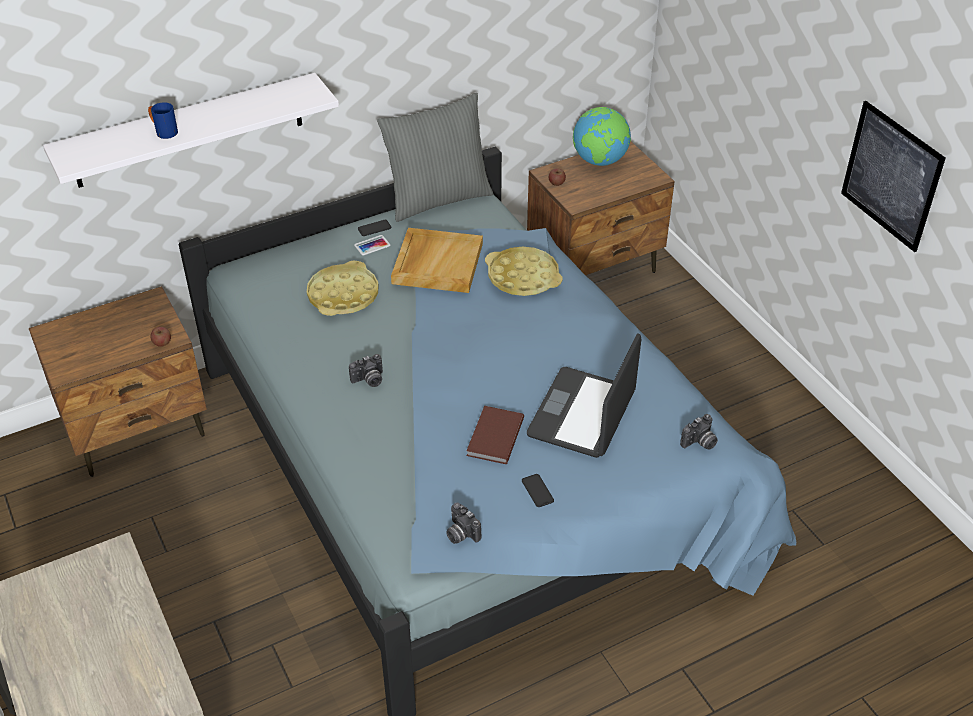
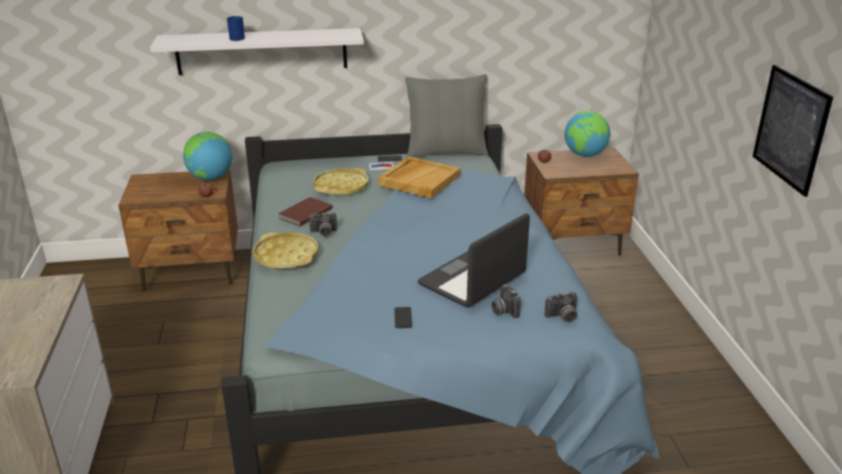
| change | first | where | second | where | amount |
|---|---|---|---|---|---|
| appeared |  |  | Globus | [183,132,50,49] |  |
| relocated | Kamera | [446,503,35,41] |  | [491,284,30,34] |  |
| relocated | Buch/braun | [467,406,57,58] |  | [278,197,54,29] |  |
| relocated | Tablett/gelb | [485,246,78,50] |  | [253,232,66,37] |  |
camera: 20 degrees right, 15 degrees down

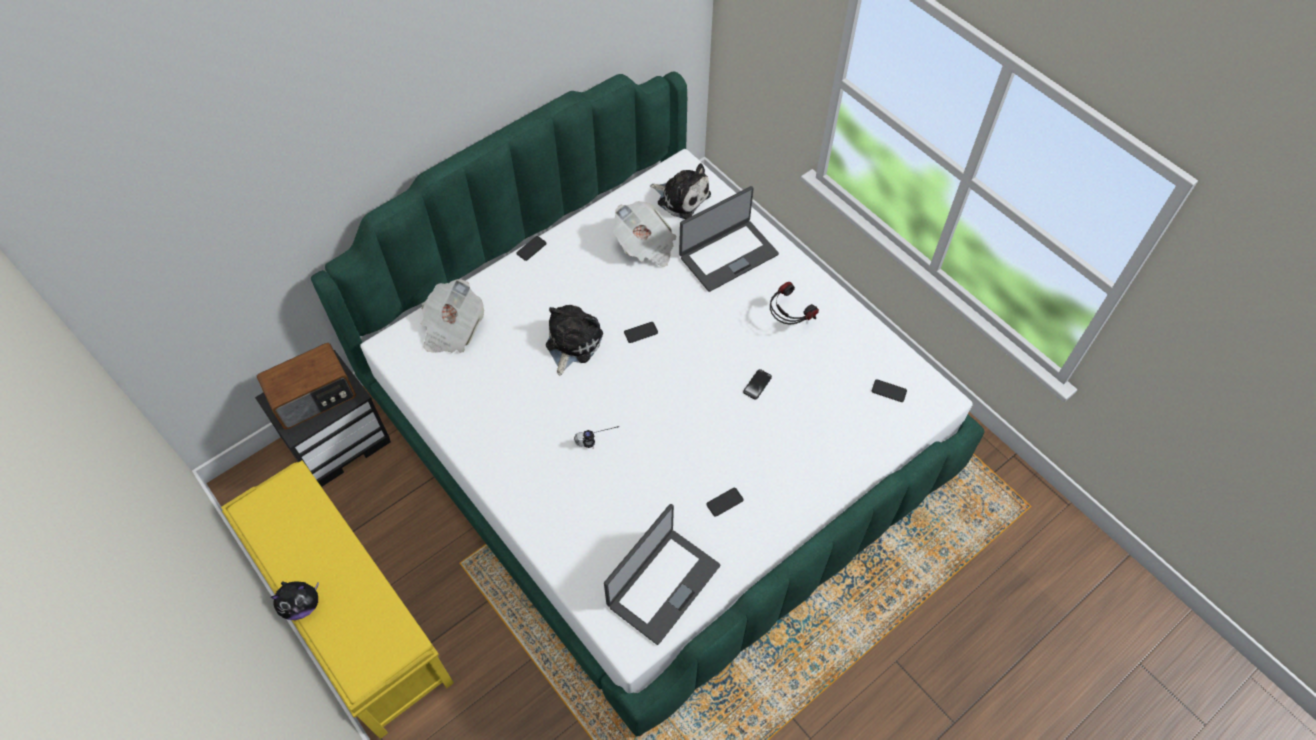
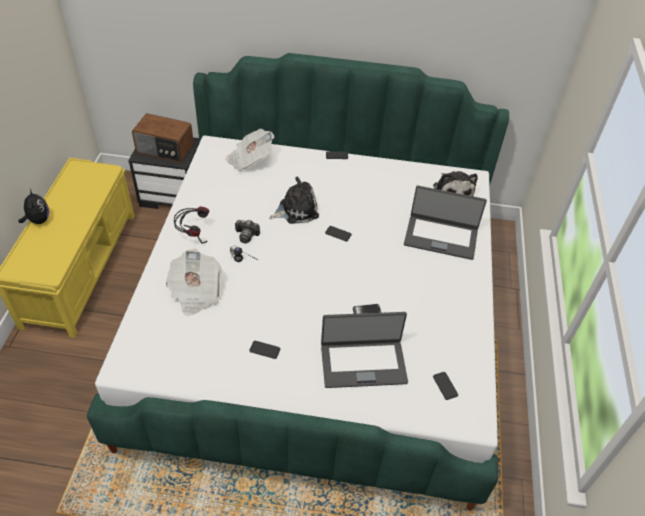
| change | first | where | second | where | amount |
|---|---|---|---|---|---|
| appeared |  |  | Kamera | [235,220,25,24] |  |
| relocated | Laptop | [604,504,116,141] |  | [321,312,87,76] |  |
| relocated | Zeitung | [613,201,63,66] |  | [166,249,56,67] |  |
| relocated | Kopfhörer | [770,282,49,43] |  | [174,207,35,37] |  |
| spun | Plüschtier | [271,581,48,39] |  | [19,188,30,36] | 135 degrees counterclockwise |
camera: 45 degrees right, 10 degrees down

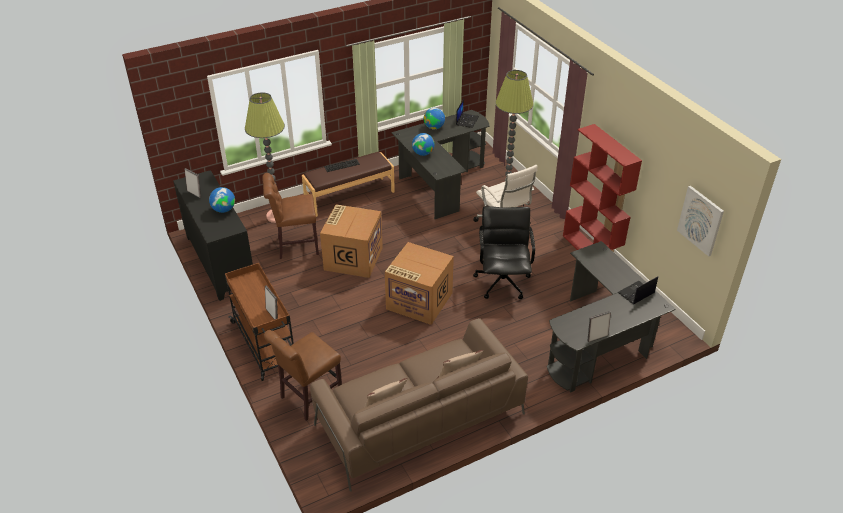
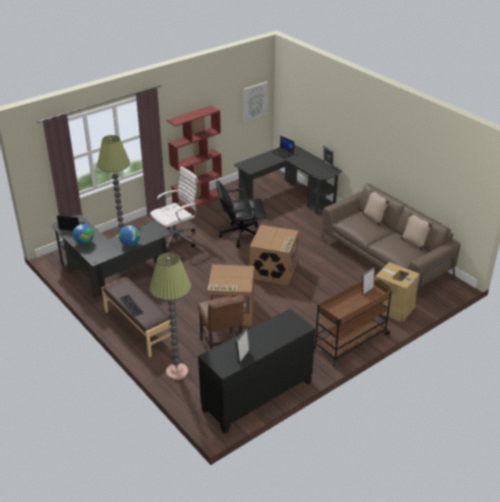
| change | first | where | second | where | amount |
|---|---|---|---|---|---|
| missing | Globus | [209,187,26,26] |  |  |  |
| exchanged | Stuhl/braun | [264,330,78,91] | Karton | [375,262,45,60] |  |
camera: 100 degrees left, 5 degrees down

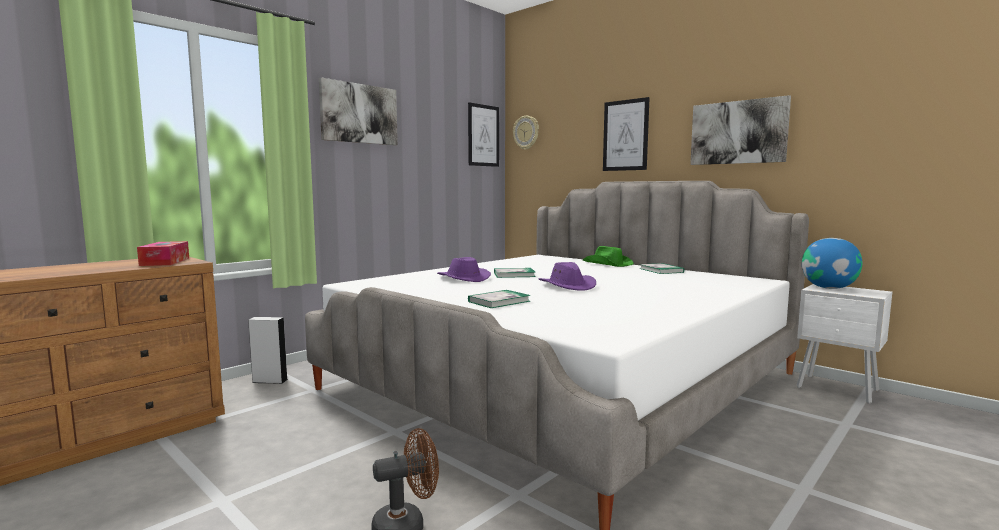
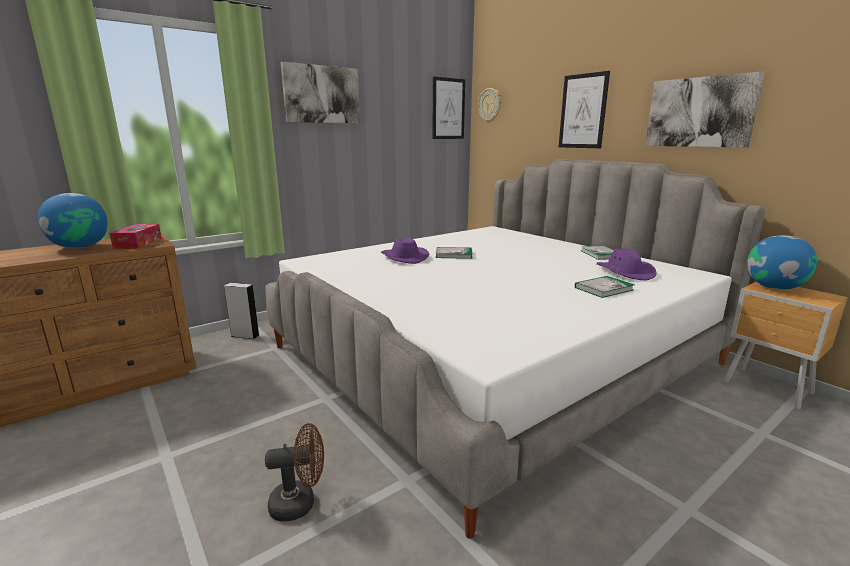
| change | first | where | second | where | amount |
|---|---|---|---|---|---|
| missing | Hut/grün | [583,246,51,21] |  |  |  |
| appeared |  |  | Globus | [38,193,70,55] |  |
| relocated | Buch | [468,290,63,18] |  | [575,276,60,22] |  |
| relocated | Hut/lila | [539,262,57,29] |  | [596,248,61,32] |  |
| colour | Nachttisch/weiß | [796,284,96,120] | Nachttisch/braun | [724,282,124,128] |  |
camera: 10 degrees right, 10 degrees up

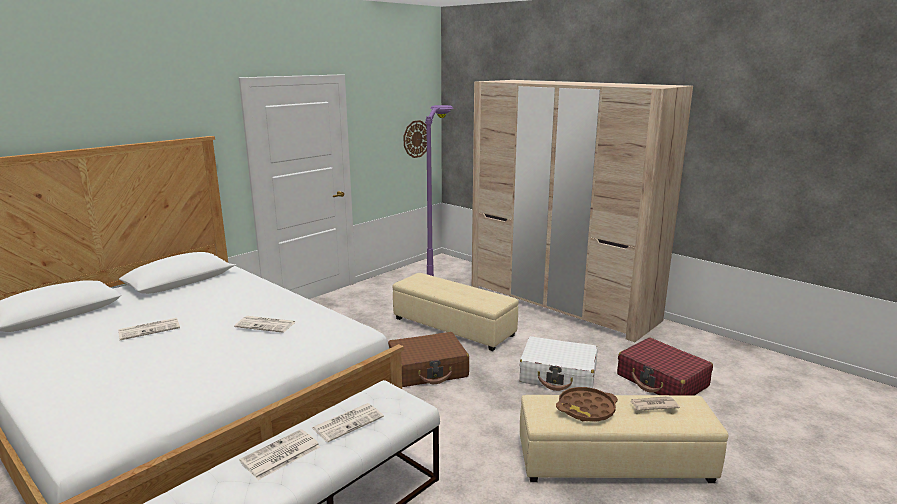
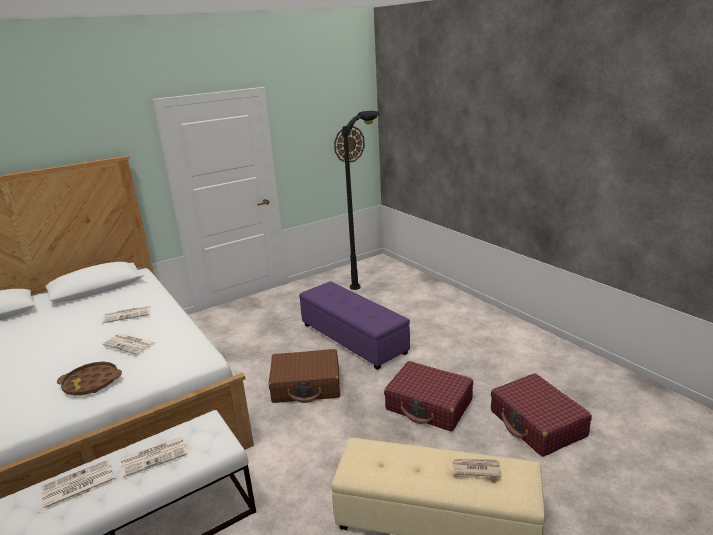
| change | first | where | second | where | amount |
|---|---|---|---|---|---|
| missing | Kleiderschrank/beige | [472,80,221,262] |  |  |  |
| relocated | Zeitung | [118,318,62,22] |  | [102,305,49,18] |  |
| relocated | Tablett/braun | [556,387,62,35] |  | [57,361,65,35] |  |
| colour | Polsterhocker/beige | [393,273,126,78] | Polsterhocker/lila | [299,281,111,89] |  |
| colour | Stehlampe/lila | [425,105,28,171] | Stehlampe/schwarz | [342,111,38,179] |  |
| colour | Koffer/weiß | [519,336,79,55] | Koffer/rot | [384,361,89,70] |  |
camera: 15 degrees right, 5 degrees up

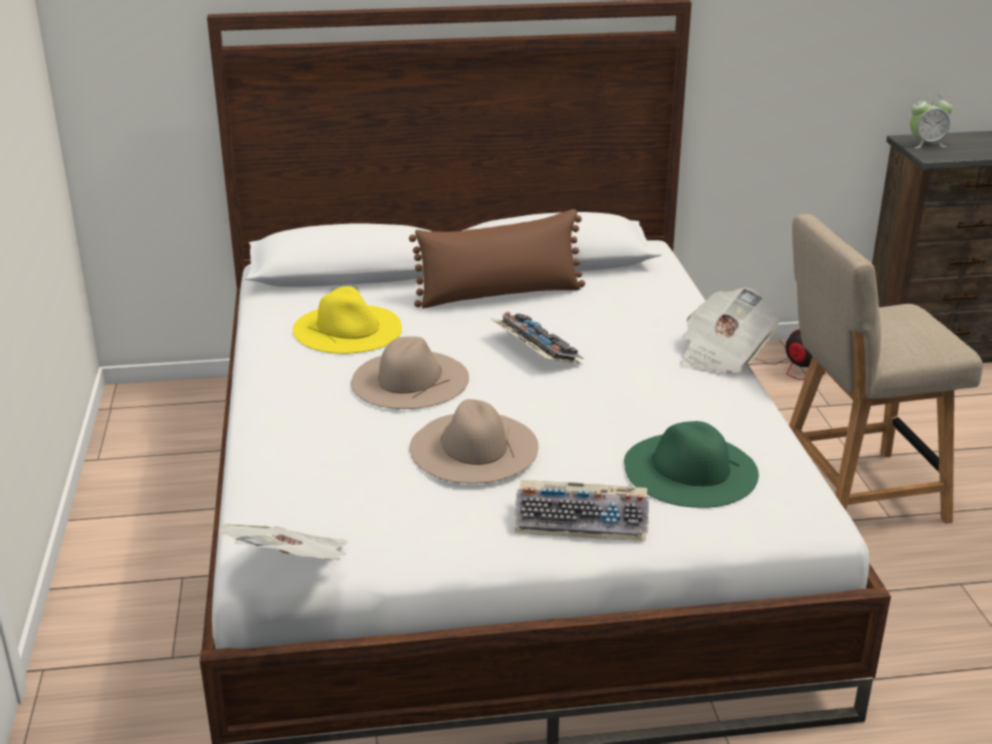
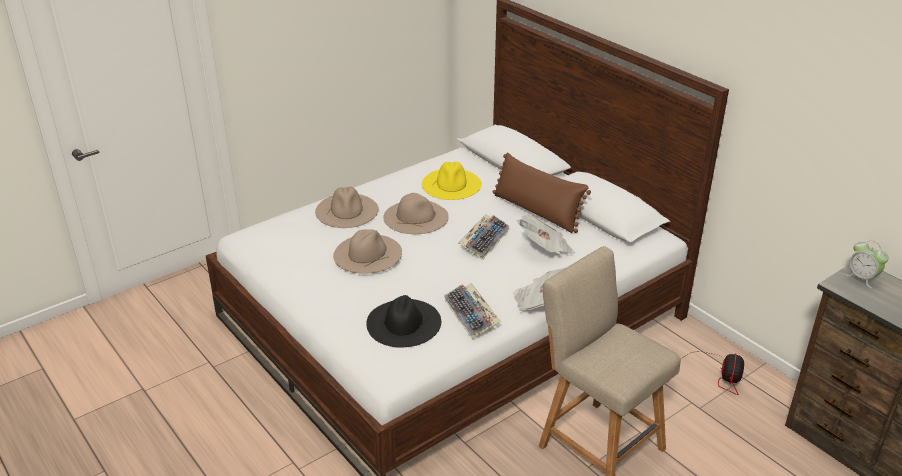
| change | first | where | second | where | amount |
|---|---|---|---|---|---|
| appeared |  |  | Hut/beige | [315,186,64,42] |  |
| relocated | Zeitung | [218,524,130,36] |  | [517,216,58,38] |  |
| relocated | Tastatur | [513,480,136,61] |  | [444,283,56,56] |  |
| colour | Hut/grün | [624,421,135,87] | Hut/schwarz | [366,295,75,53] |  |
camera: 60 degrees right, 5 degrees up

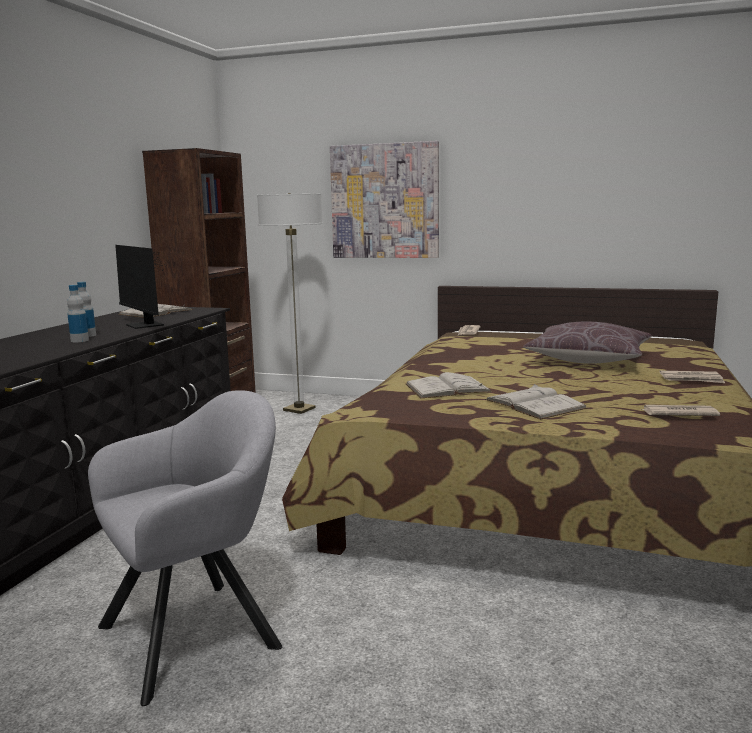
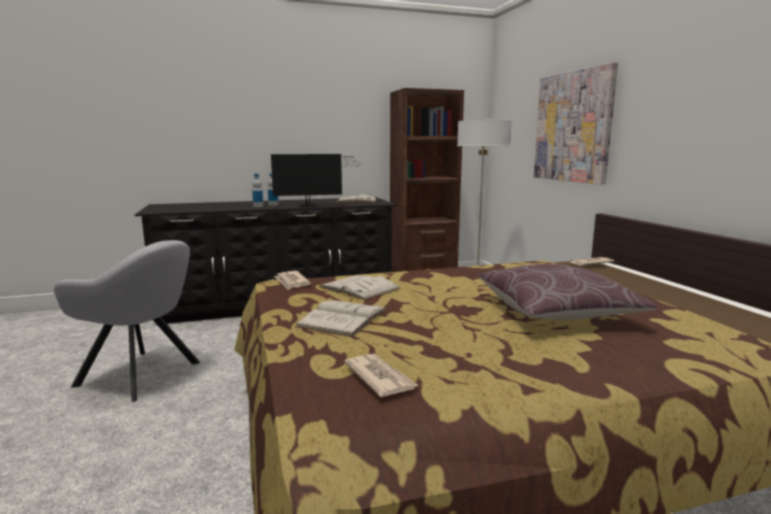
| change | first | where | second | where | amount |
|---|---|---|---|---|---|
| relocated | Zeitung | [660,371,65,12] |  | [274,271,37,19] |  |
| spun | Monitor | [115,245,51,84] |  | [271,154,92,53] | 120 degrees counterclockwise |
camera: 55 degrees right, 0 degrees up

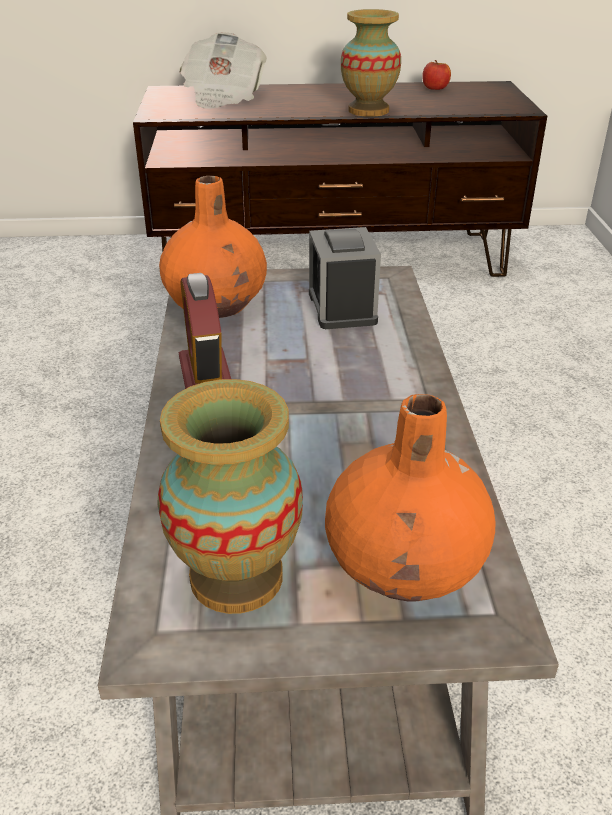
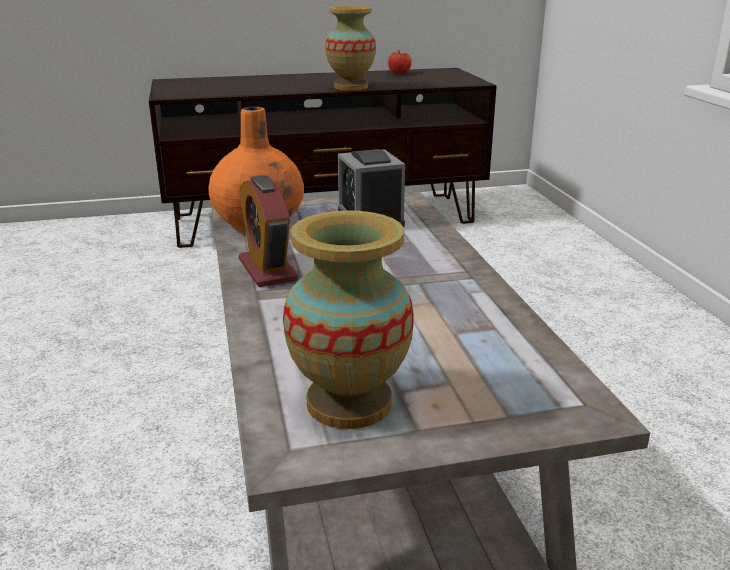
| change | first | where | second | where | amount |
|---|---|---|---|---|---|
| missing | Zeitung | [179,32,88,77] |  |  |  |
| missing | Vase/orange | [325,394,170,208] |  |  |  |
camera: 10 degrees left, 10 degrees down

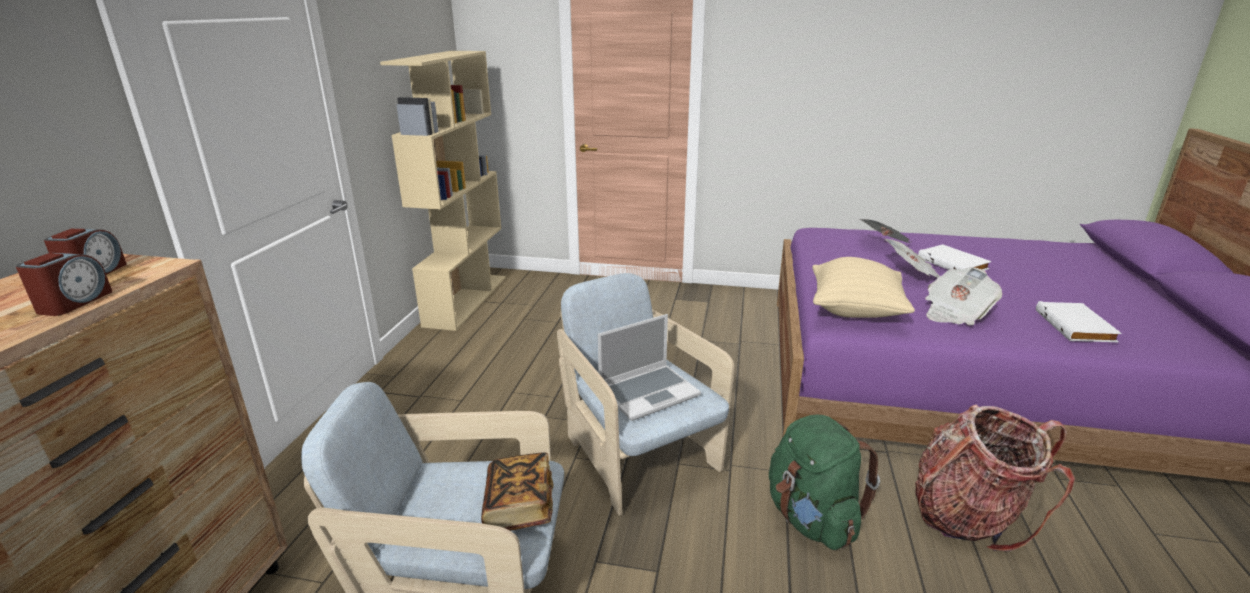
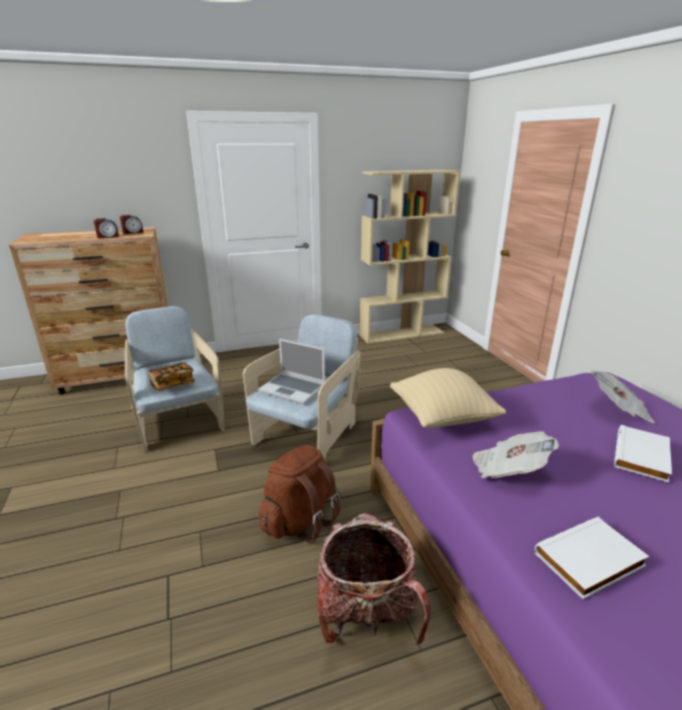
| change | first | where | second | where | amount |
|---|---|---|---|---|---|
| missing | Zeitung | [885,239,55,39] |  |  |  |
| colour | Rucksack/grün | [769,415,111,135] | Rucksack/braun | [259,445,81,98] |  |
camera: 60 degrees right, 0 degrees up

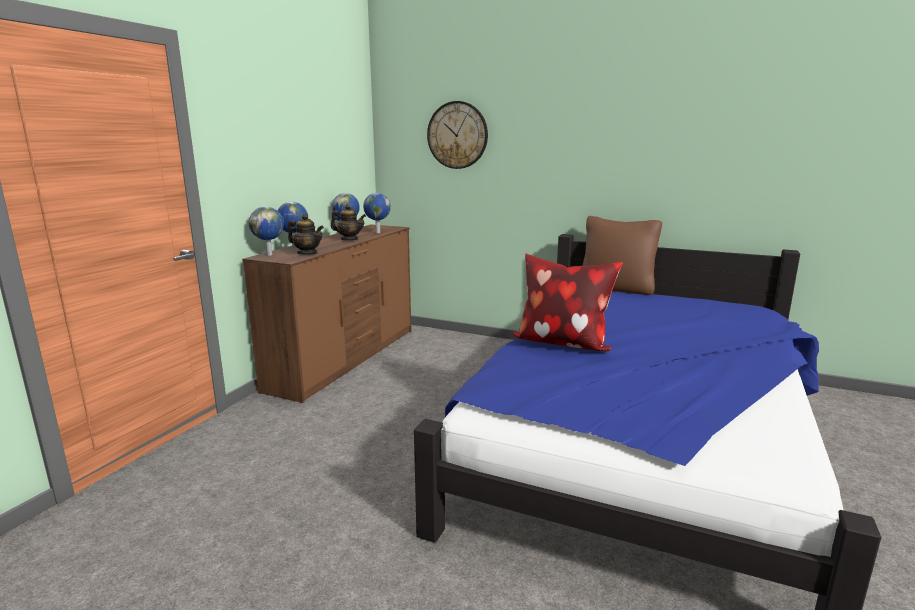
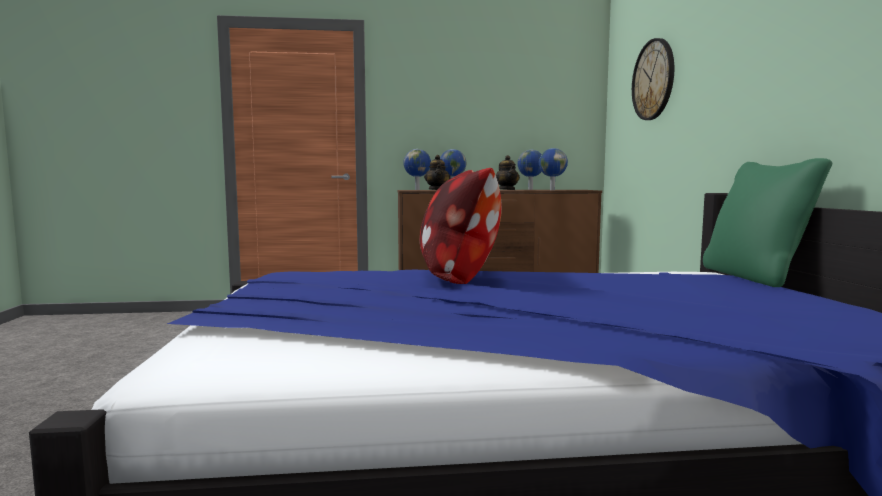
| change | first | where | second | where | amount |
|---|---|---|---|---|---|
| colour | Kissen/braun | [583,216,79,79] | Kissen/grün | [703,158,129,129] |  |
camera: 60 degrees right, 10 degrees down

